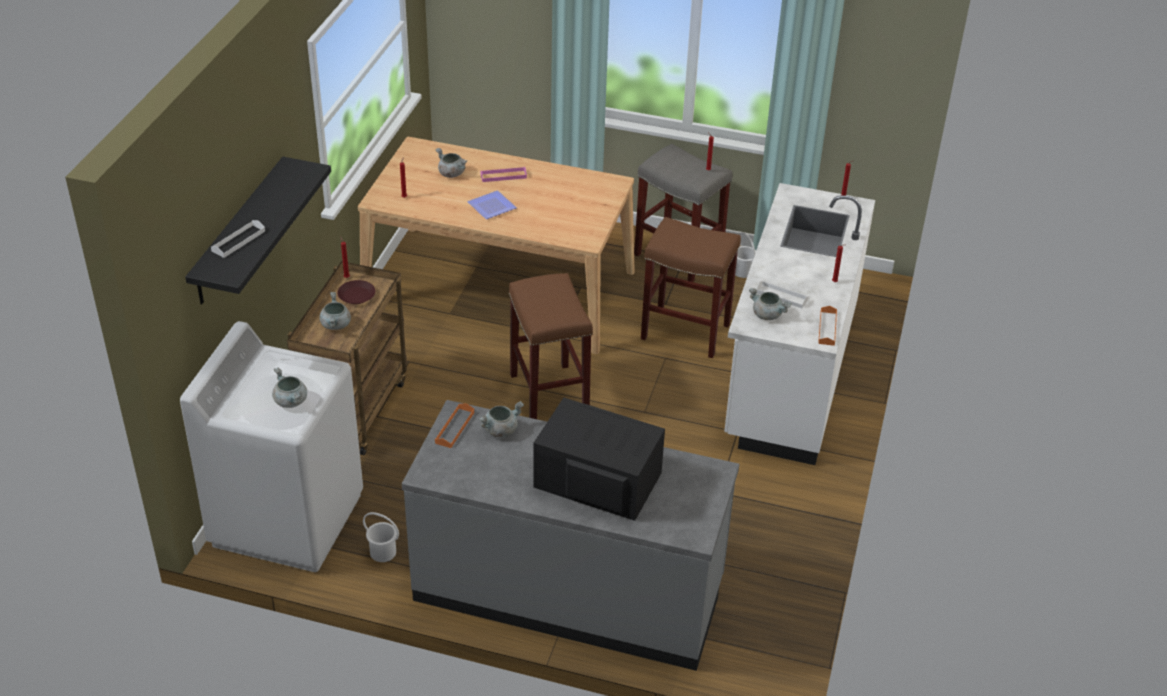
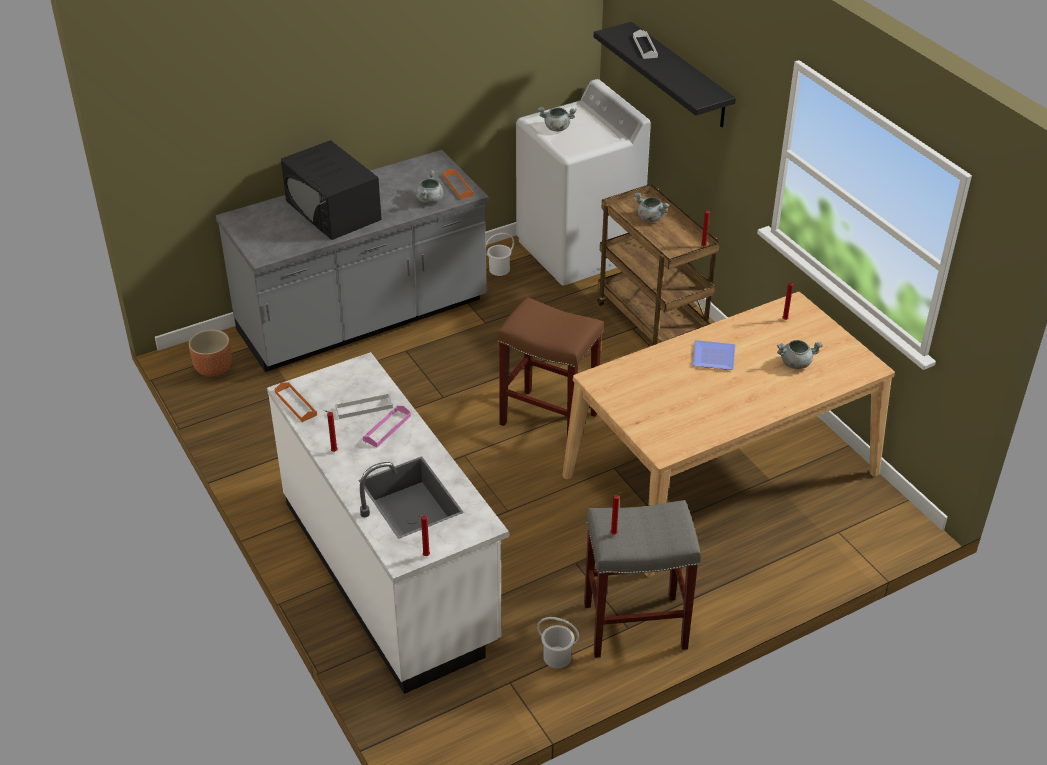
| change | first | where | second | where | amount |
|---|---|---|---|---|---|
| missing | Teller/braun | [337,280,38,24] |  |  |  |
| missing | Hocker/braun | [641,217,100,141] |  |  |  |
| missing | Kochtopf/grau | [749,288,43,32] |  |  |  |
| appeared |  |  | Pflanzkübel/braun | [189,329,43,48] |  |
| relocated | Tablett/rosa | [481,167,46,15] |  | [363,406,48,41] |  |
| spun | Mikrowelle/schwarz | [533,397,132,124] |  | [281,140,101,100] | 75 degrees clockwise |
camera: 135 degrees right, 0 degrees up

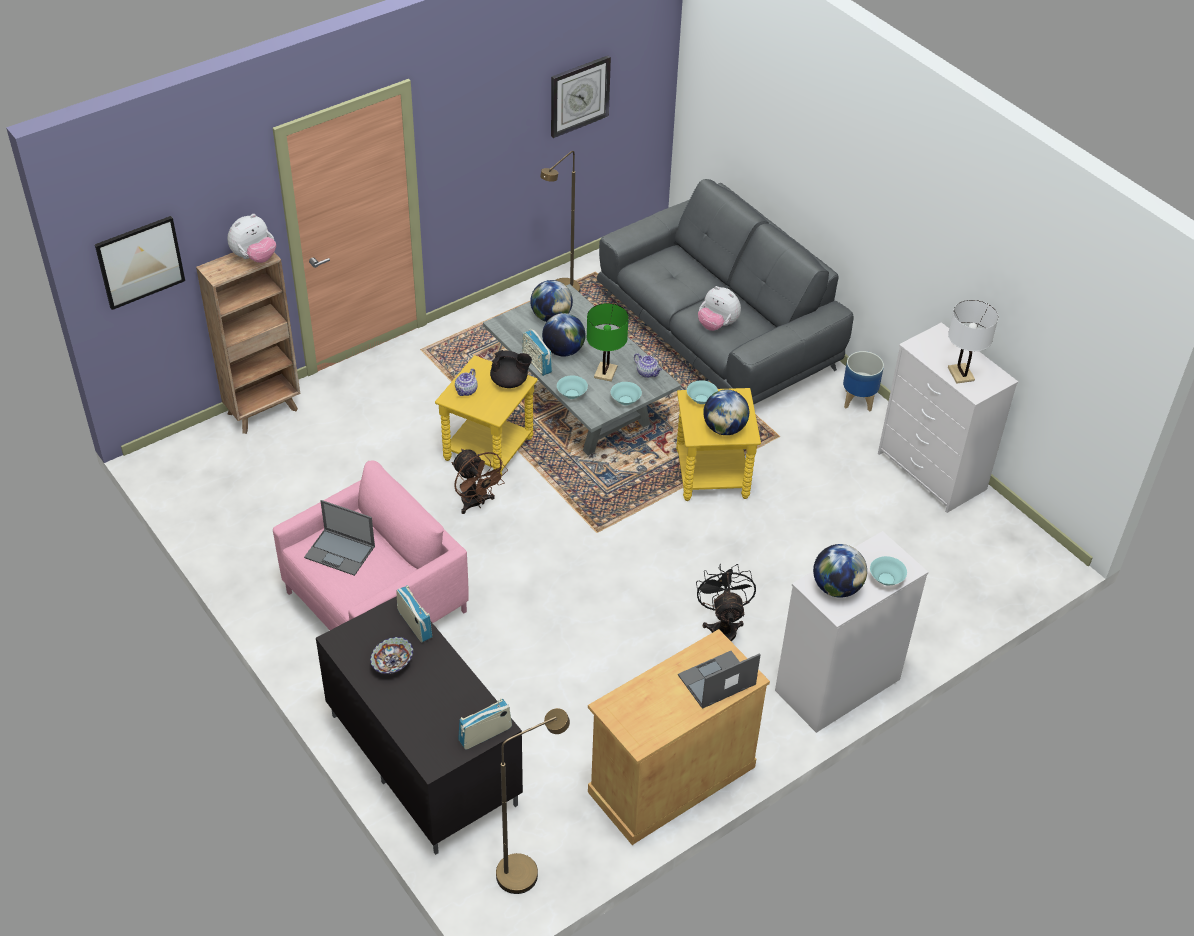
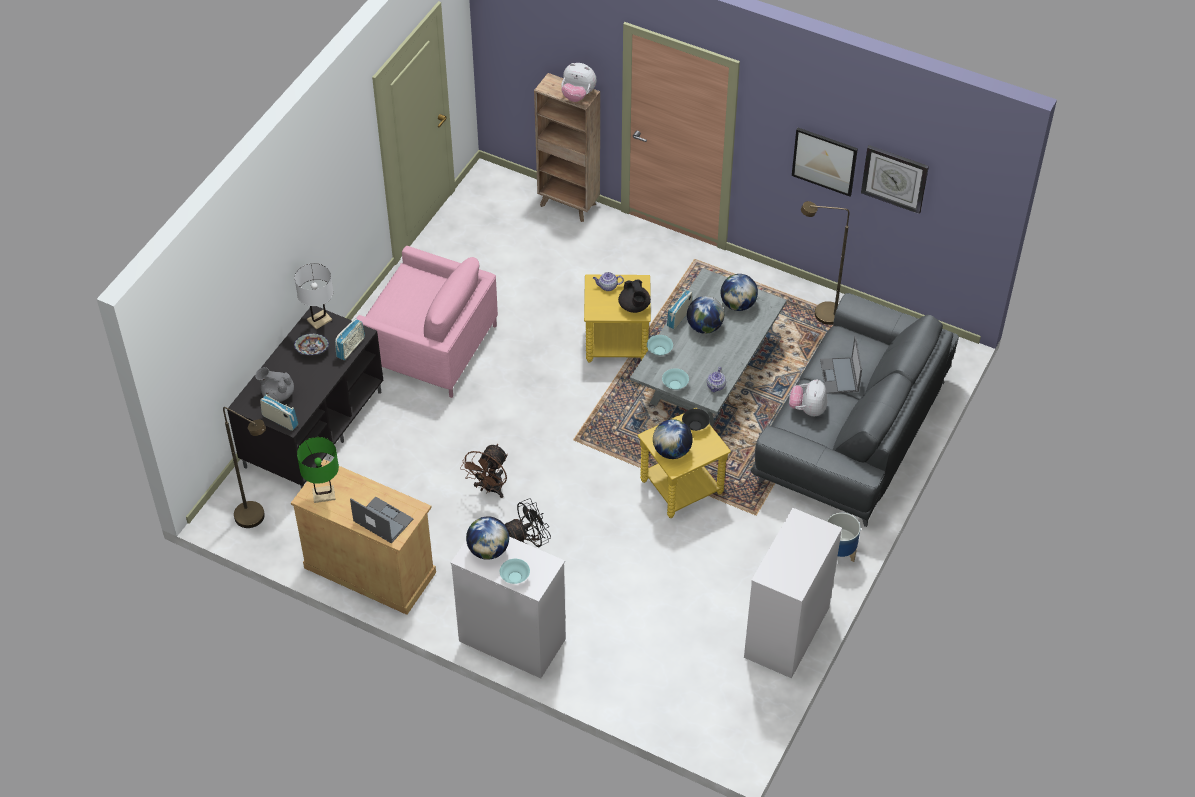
| change | first | where | second | where | amount |
|---|---|---|---|---|---|
| appeared |  |  | Teekanne/grau | [255,367,39,35] |  |
| relocated | Bild | [95,216,90,94] |  | [792,128,66,69] |  |
| relocated | Laptop | [304,500,71,76] |  | [820,336,42,58] |  |
| relocated | Ventilator/braun | [452,449,56,65] |  | [460,444,48,54] |  |
| relocated | Tischlampe/grün | [587,303,42,79] |  | [297,437,42,66] |  |
| relocated | Tischlampe/weiß | [948,300,50,84] |  | [295,263,38,66] |  |
| colour | Schüssel/türkis | [687,380,31,24] | Schüssel/schwarz | [682,409,28,22] |  |
camera: 65 degrees right, 5 degrees up

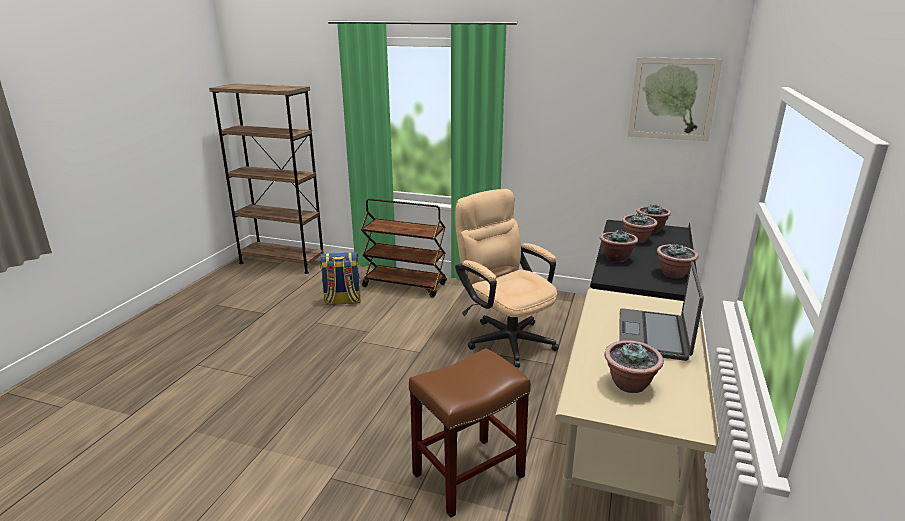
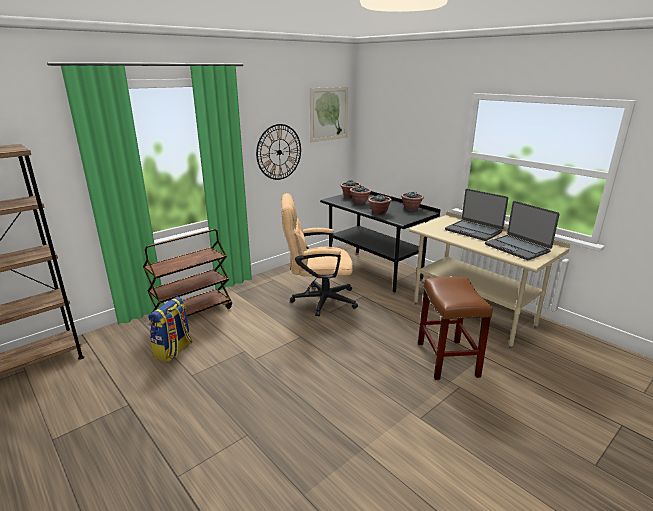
| change | first | where | second | where | amount |
|---|---|---|---|---|---|
| appeared |  |  | Wanduhr | [256,124,45,56] |  |
| exchanged | Topfpflanze | [605,340,59,53] | Laptop | [485,201,75,59] |  |
camera: 60 degrees left, 0 degrees up

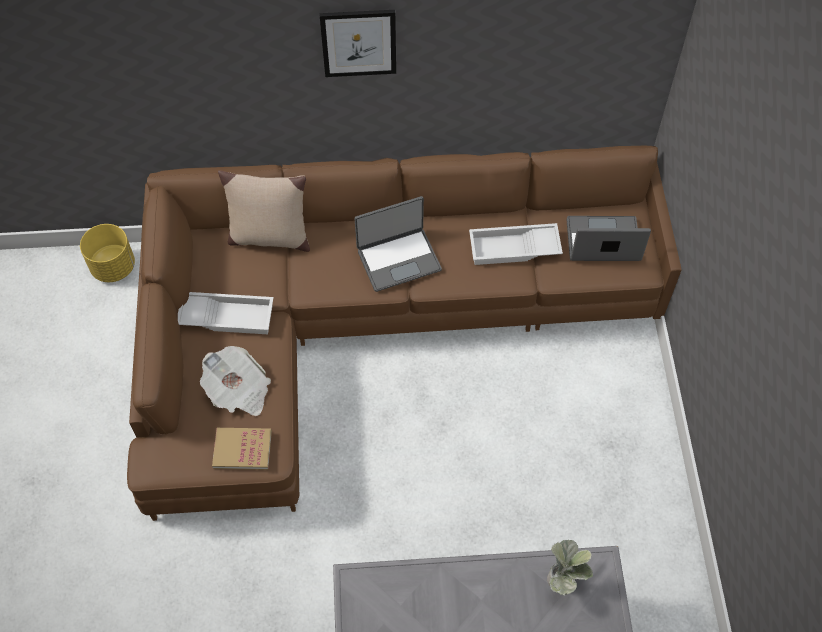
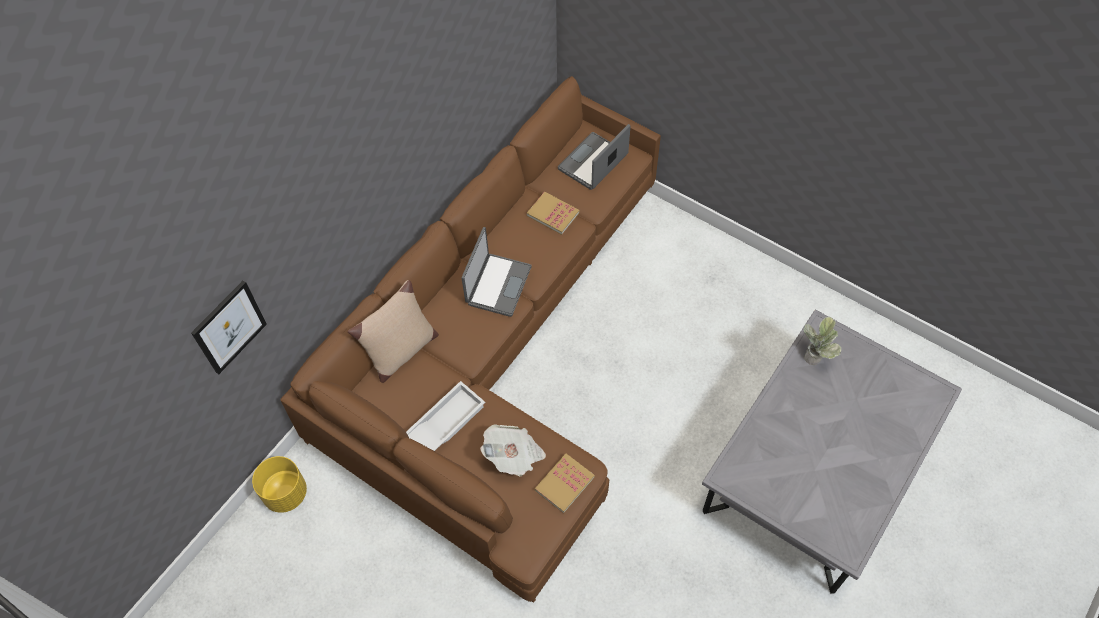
| change | first | where | second | where | amount |
|---|---|---|---|---|---|
| relocated | Bild | [320,10,76,67] |  | [191,281,76,93] |  |
| exchanged | Tablett/weiß | [469,223,94,42] | Buch | [527,192,53,43] |  |
camera: 50 degrees left, 0 degrees up

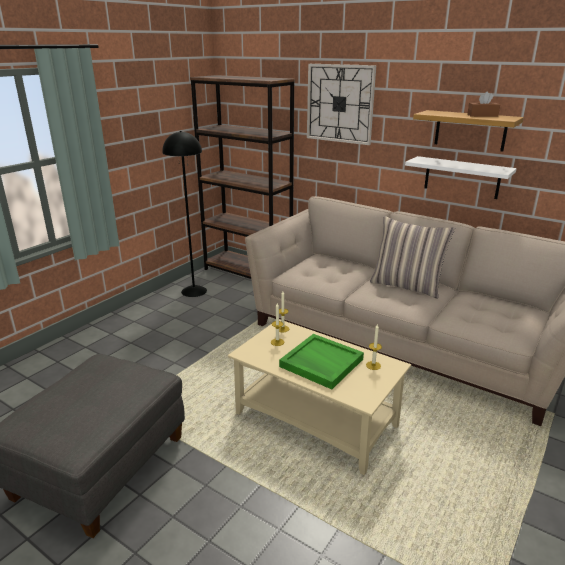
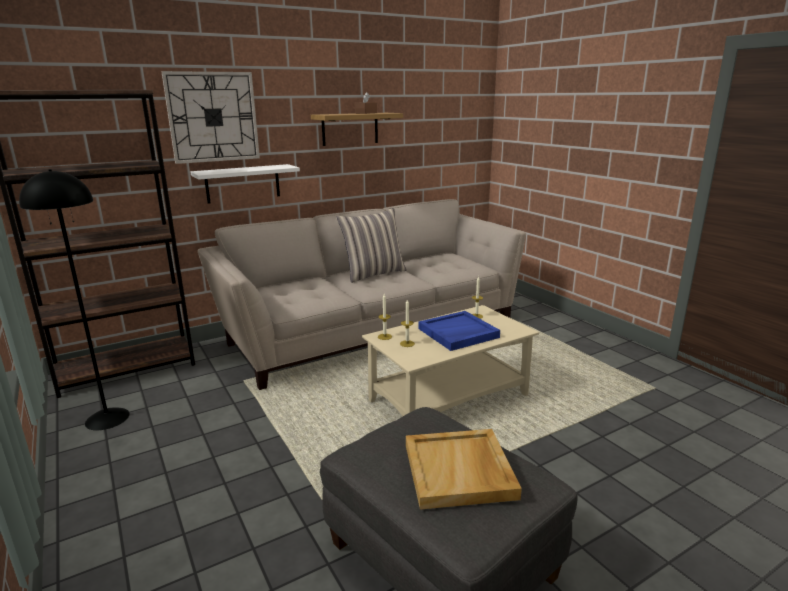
| change | first | where | second | where | amount |
|---|---|---|---|---|---|
| appeared |  |  | Tablett/beige | [406,429,116,81] |  |
| relocated | Wandregal/weiß | [405,156,112,43] |  | [191,164,109,40] |  |
| colour | Tablett/grün | [279,334,85,55] | Tablett/blau | [418,311,82,40] |  |
camera: 65 degrees left, 5 degrees down

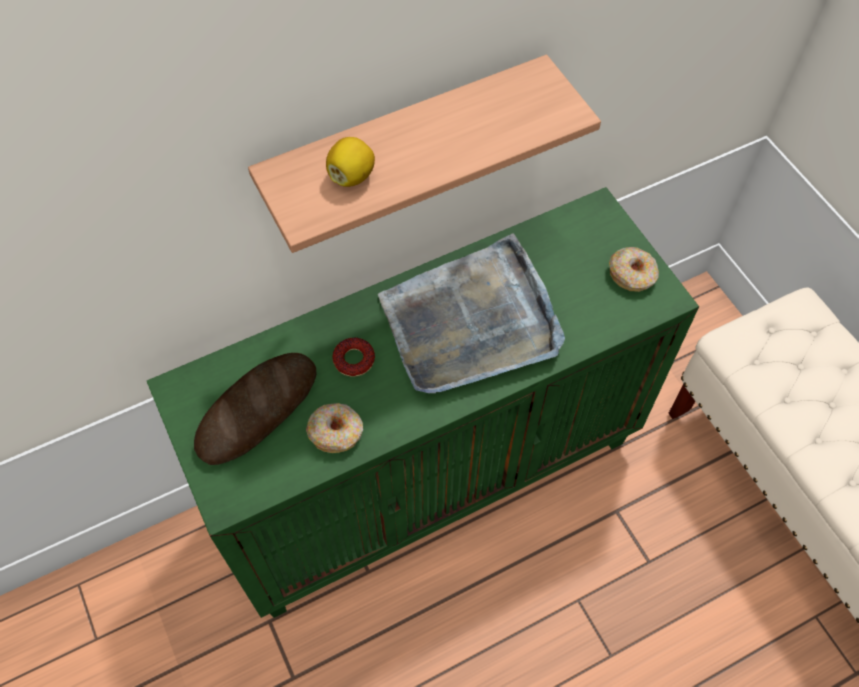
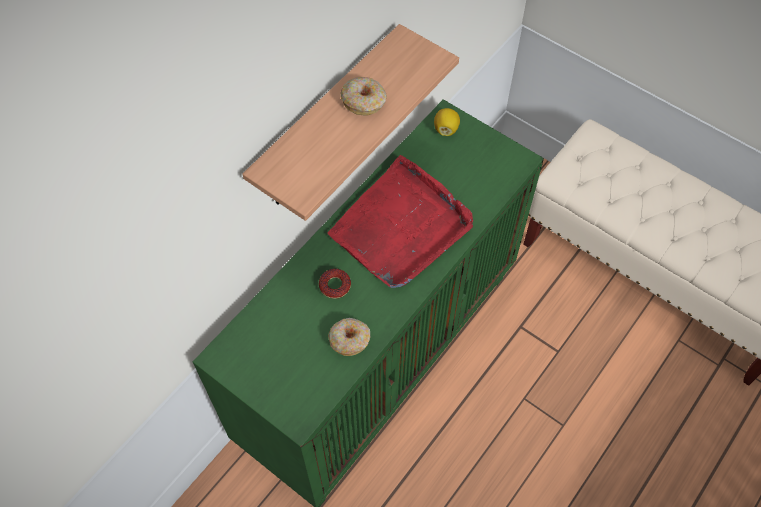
| change | first | where | second | where | amount |
|---|---|---|---|---|---|
| missing | Brot | [194,353,123,112] |  |  |  |
| relocated | Zitrone | [326,137,49,50] |  | [434,108,26,28] |  |
| relocated | Donut | [609,247,50,45] |  | [340,77,47,38] |  |
| colour | Tablett/grau | [378,233,187,160] | Tablett/rot | [327,155,146,133] |  |
camera: 25 degrees left, 0 degrees up

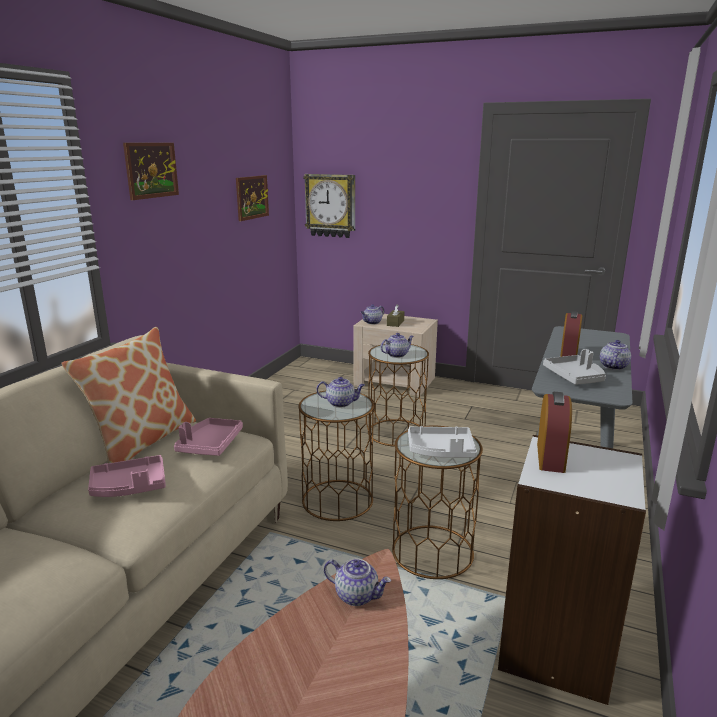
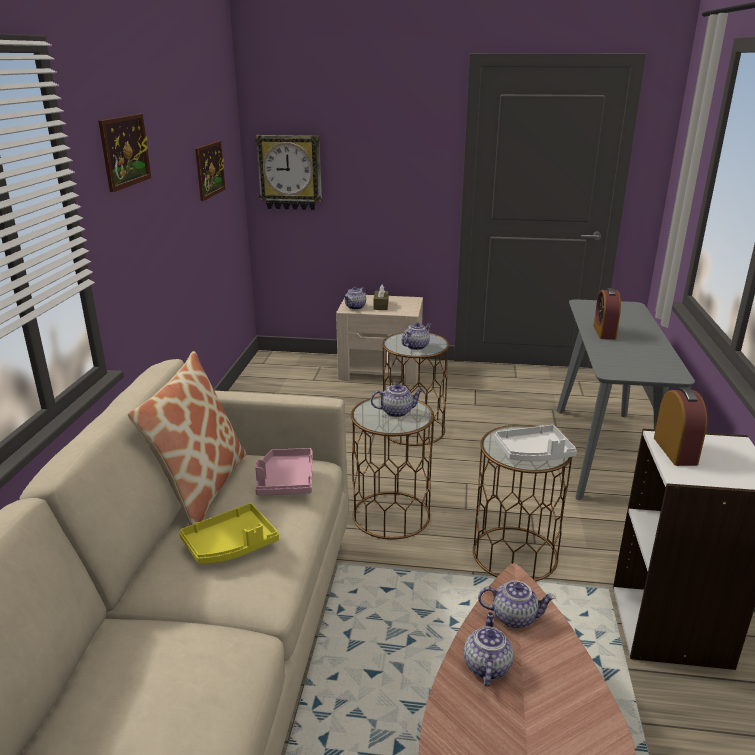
| change | first | where | second | where | amount |
|---|---|---|---|---|---|
| missing | Tablett/grau | [543,349,63,36] |  |  |  |
| relocated | Teekanne | [600,340,31,30] |  | [464,612,49,75] |  |
| colour | Tablett/rosa | [88,455,78,42] | Tablett/gelb | [179,503,100,61] |  |
camera: 15 degrees left, 5 degrees up

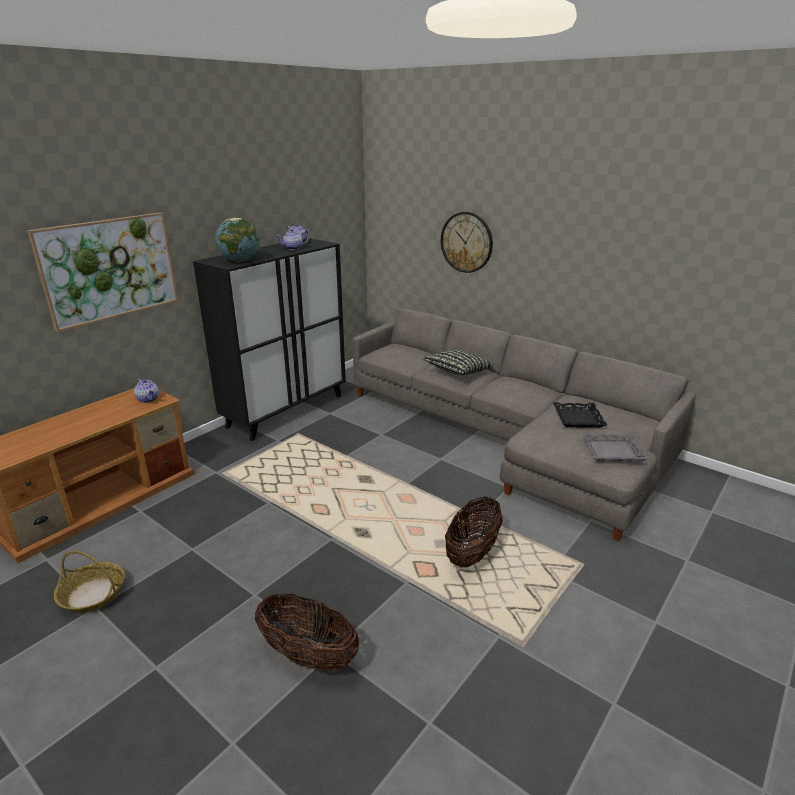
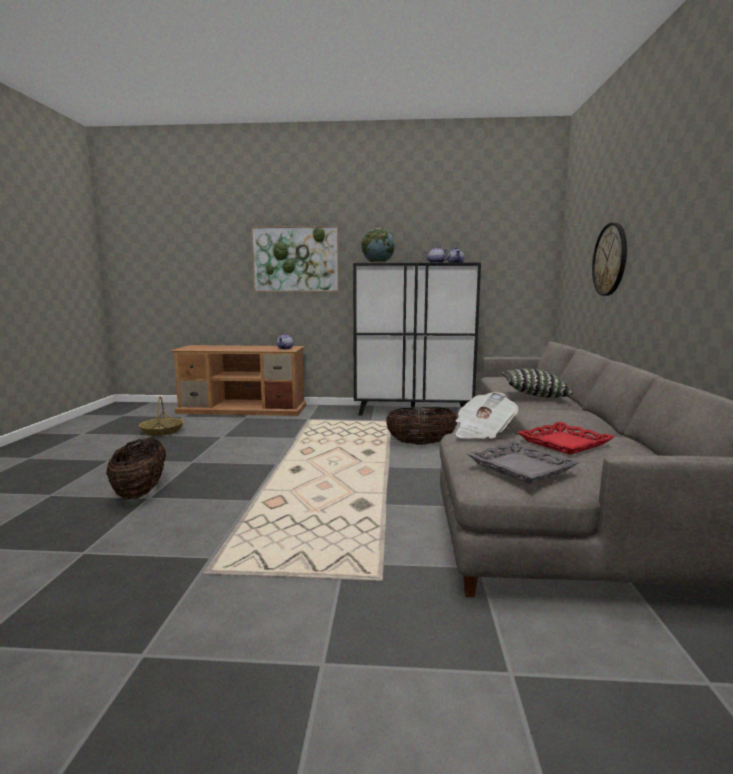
| change | first | where | second | where | amount |
|---|---|---|---|---|---|
| appeared |  |  | Zeitung | [456,392,62,47] |  |
| relocated | Korb | [445,497,58,70] |  | [386,407,71,38] |  |
| colour | Tablett/schwarz | [553,402,54,26] | Tablett/rot | [517,422,97,33] |  |
camera: 55 degrees right, 15 degrees down

